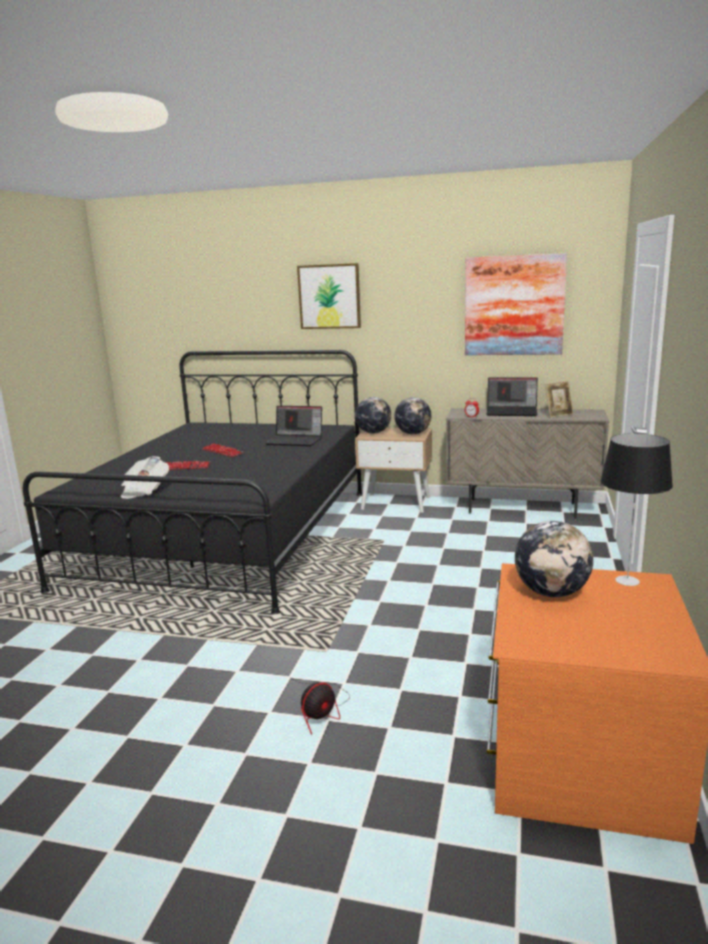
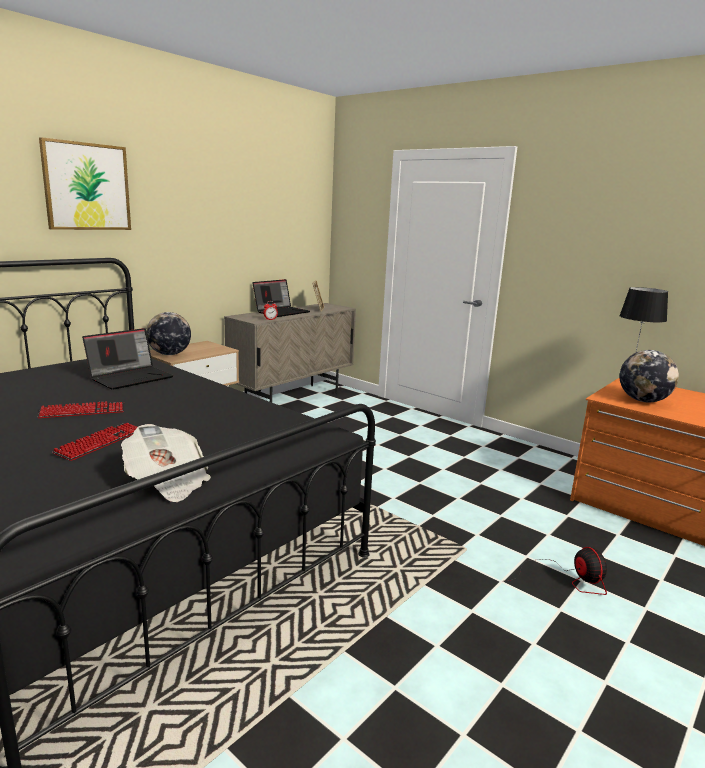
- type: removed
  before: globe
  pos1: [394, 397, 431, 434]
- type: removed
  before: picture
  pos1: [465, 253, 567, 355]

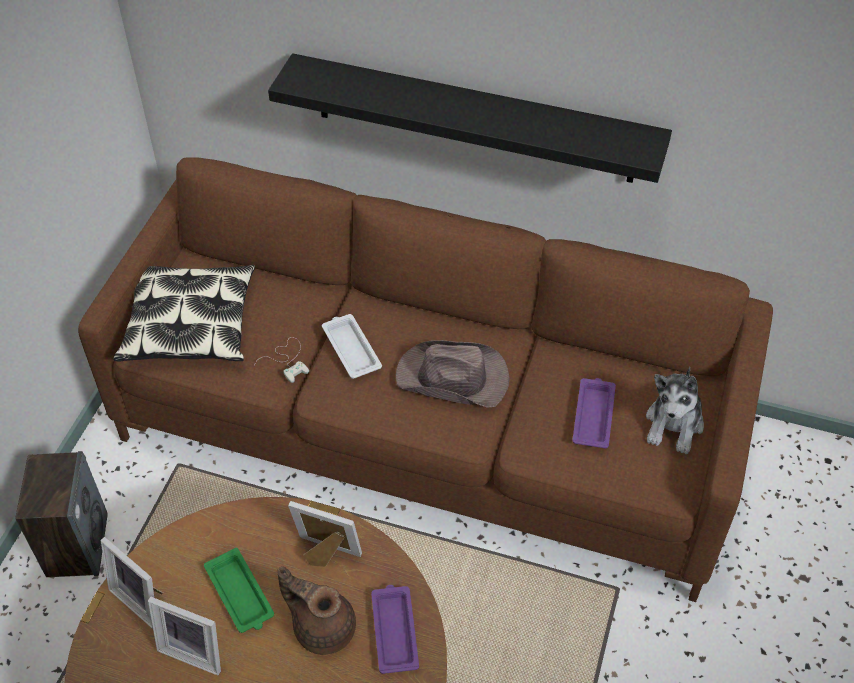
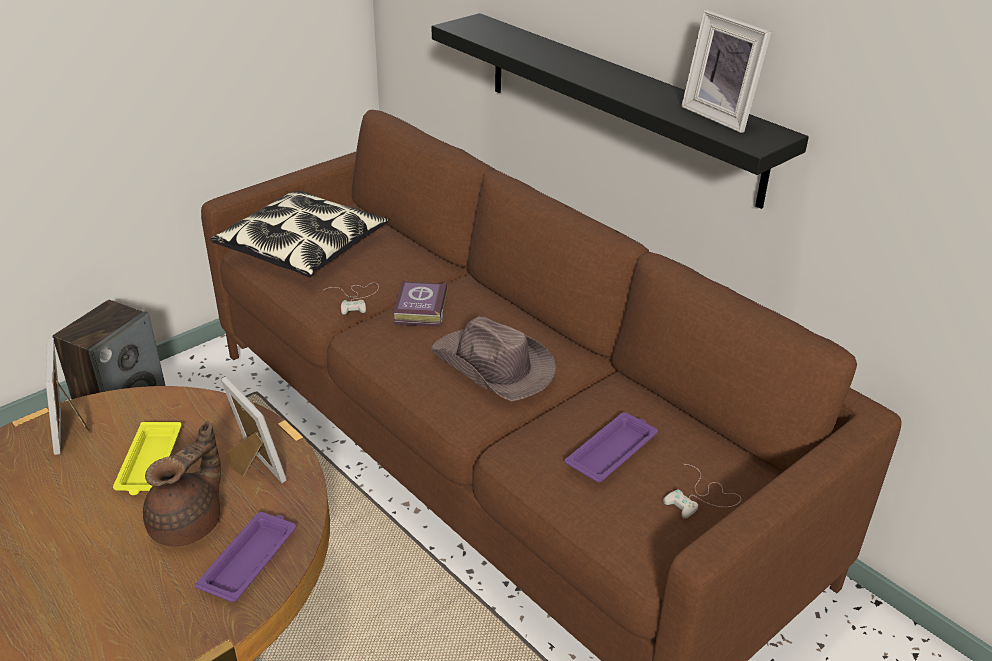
- type: moved
  before: picture frame
  pos1: [148, 597, 221, 675]
  pos2: [681, 10, 771, 133]
- type: recoloured
  before: green tray
  after: yellow tray
  pos1: [204, 548, 274, 633]
  pos2: [113, 422, 182, 495]
- type: turned
  before: brown teapot
  pos1: [277, 566, 356, 655]
  pos2: [143, 421, 221, 546]
  turn: 60
- type: replaced
  before: white tray
  after: book
  pos1: [322, 314, 382, 379]
  pos2: [393, 282, 448, 327]
- type: replaced
  before: plush toy
  after: white game controller
  pos1: [646, 367, 704, 454]
  pos2: [663, 464, 741, 519]

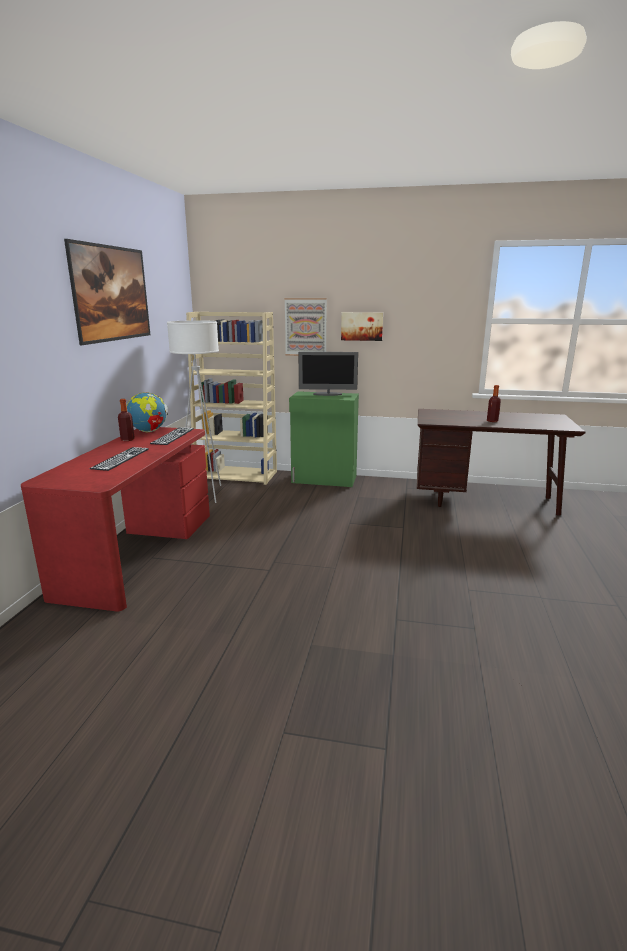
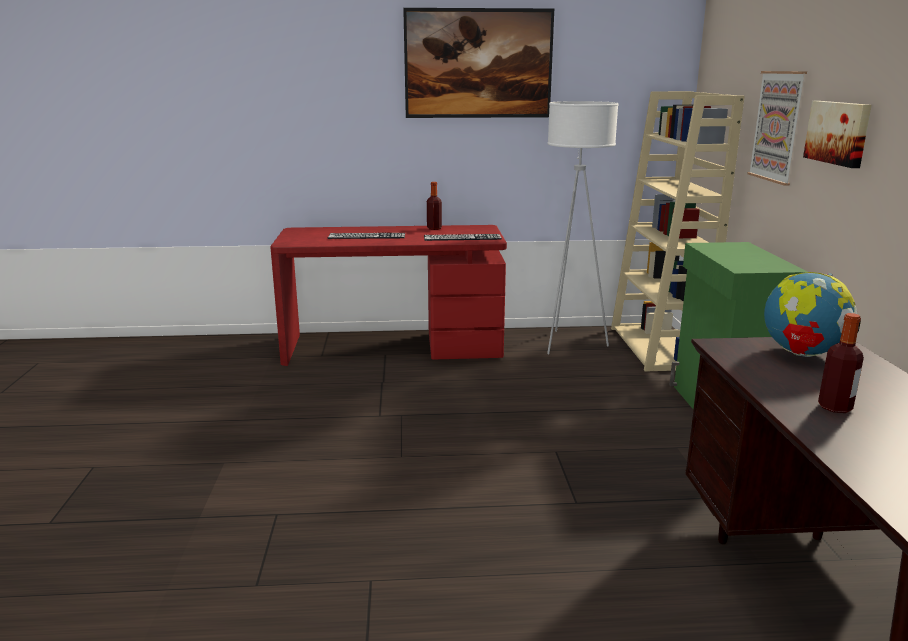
- type: moved
  before: globe
  pos1: [127, 392, 168, 432]
  pos2: [764, 272, 861, 357]
- type: removed
  before: monitor
  pos1: [299, 352, 358, 396]

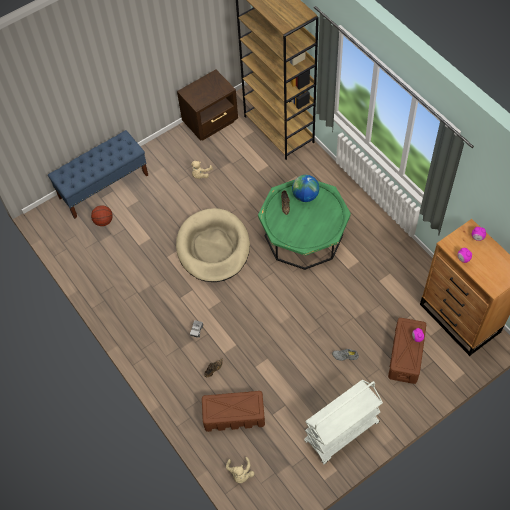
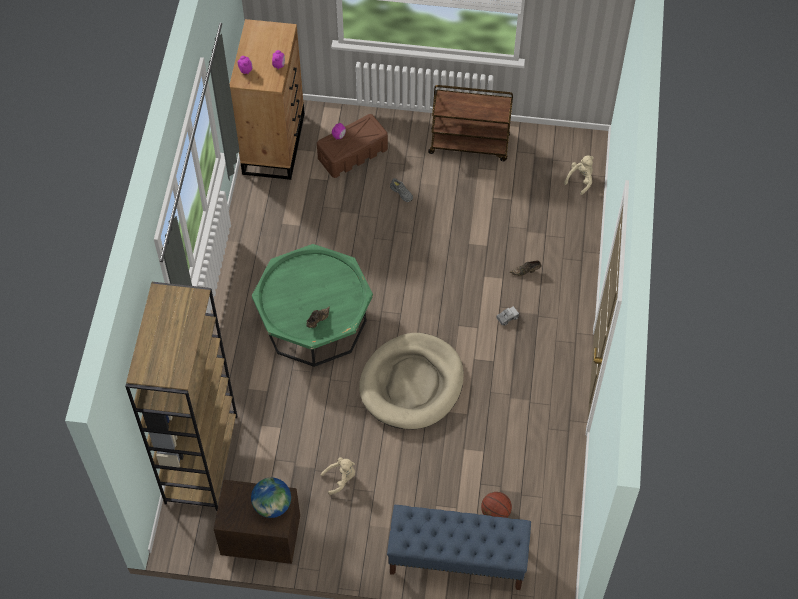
- type: removed
  before: brown storage box
  pos1: [202, 391, 265, 432]
- type: moved
  before: globe
  pos1: [292, 175, 319, 202]
  pos2: [251, 478, 291, 518]
- type: recoloured
  before: white cart
  after: brown cart
  pos1: [304, 380, 383, 465]
  pos2: [428, 85, 513, 161]

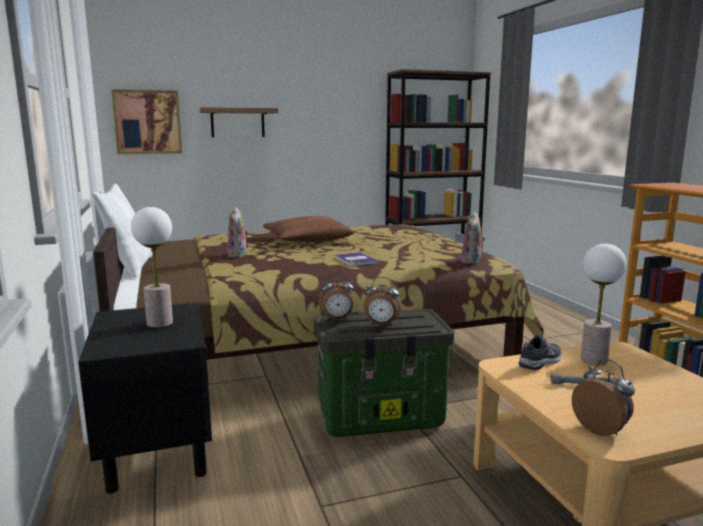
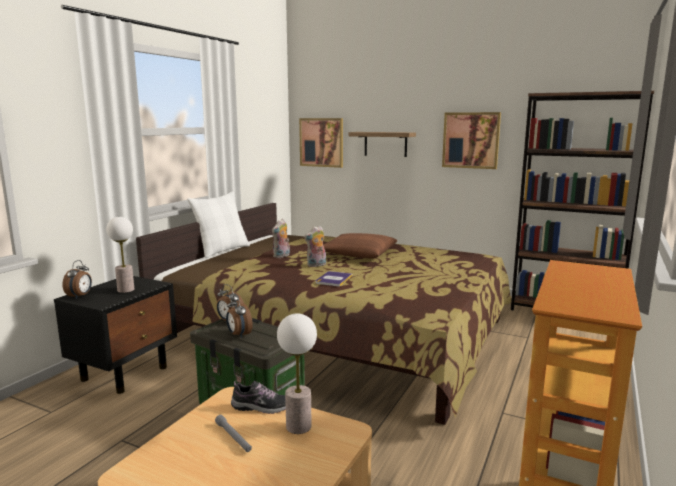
- type: moved
  before: plush toy
  pos1: [461, 211, 485, 264]
  pos2: [304, 226, 326, 267]
- type: moved
  before: alarm clock
  pos1: [572, 358, 635, 436]
  pos2: [62, 260, 92, 299]
- type: added
  after: picture
  pos2: [442, 112, 501, 169]

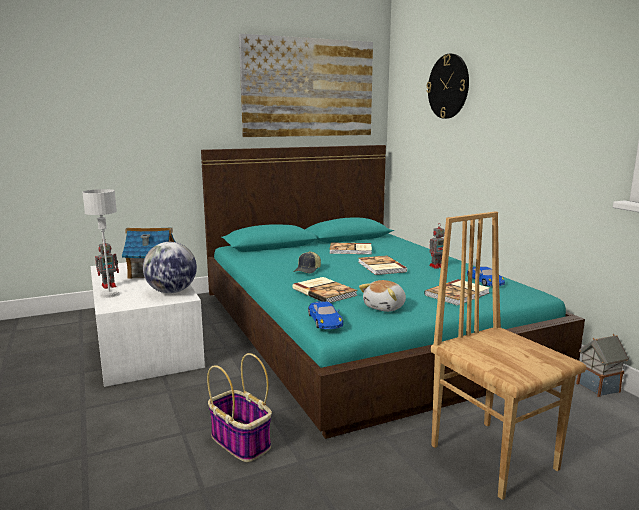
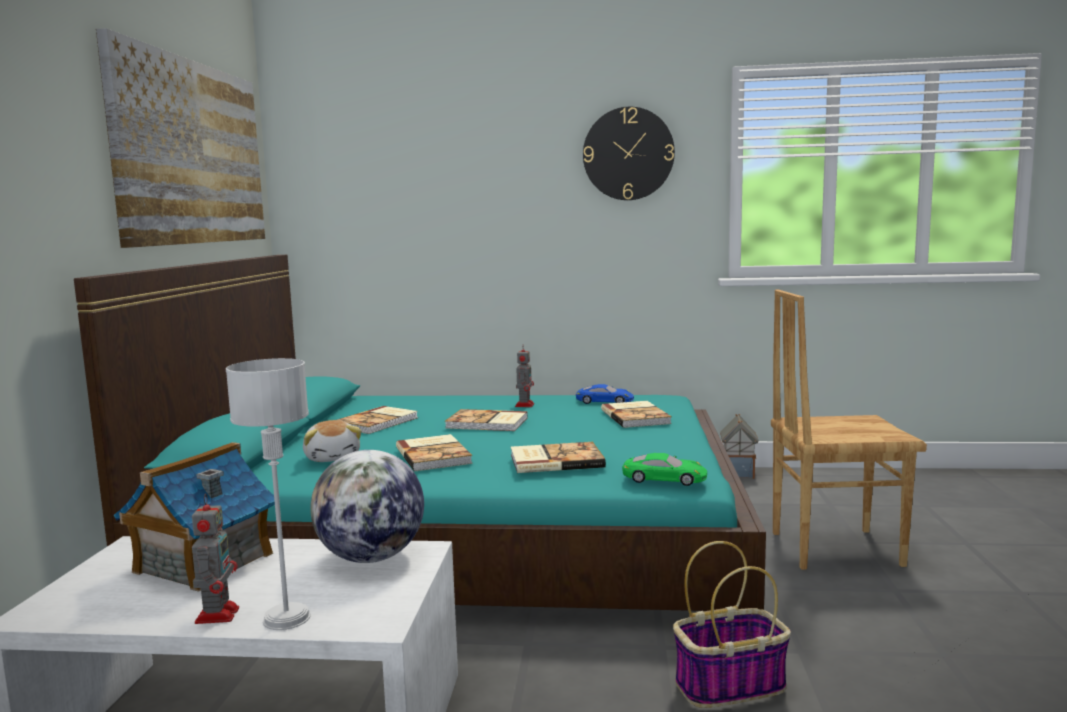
- type: replaced
  before: cap
  after: book
  pos1: [294, 251, 321, 273]
  pos2: [396, 434, 473, 471]
- type: recoloured
  before: blue toy car
  after: green toy car
  pos1: [308, 301, 343, 329]
  pos2: [622, 453, 707, 486]
- type: moved
  before: plush toy
  pos1: [359, 280, 406, 312]
  pos2: [303, 420, 361, 462]
- type: moved
  before: wall clock
  pos1: [426, 54, 469, 119]
  pos2: [583, 107, 675, 200]

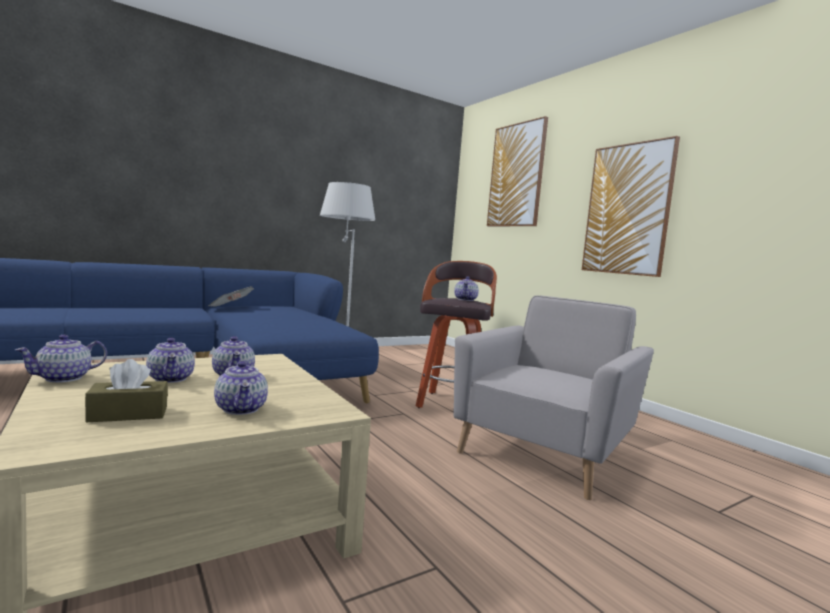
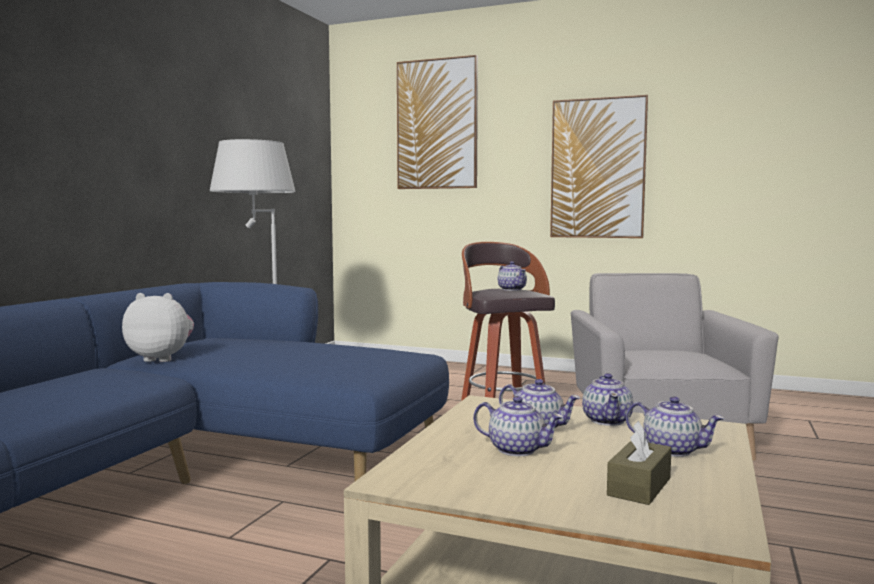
- type: moved
  before: teapot
  pos1: [15, 335, 107, 383]
  pos2: [582, 373, 633, 426]
- type: replaced
  before: newspaper
  after: plush toy
  pos1: [208, 286, 254, 307]
  pos2: [122, 293, 194, 362]

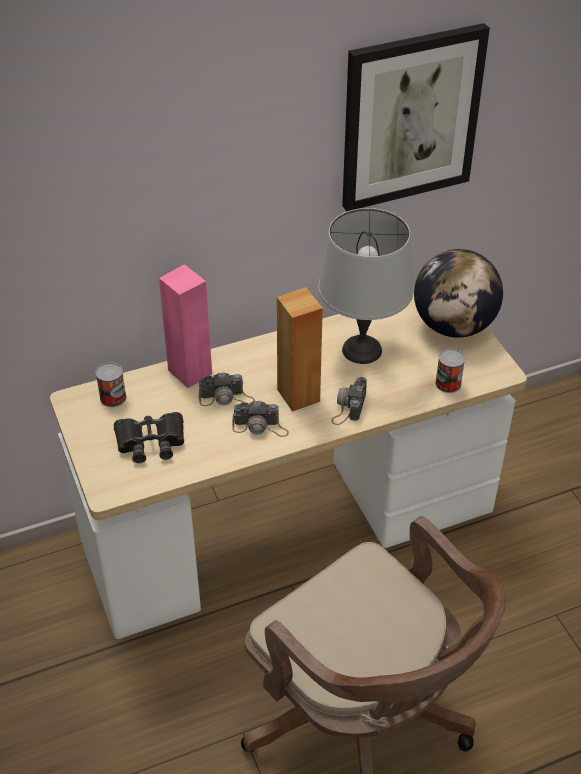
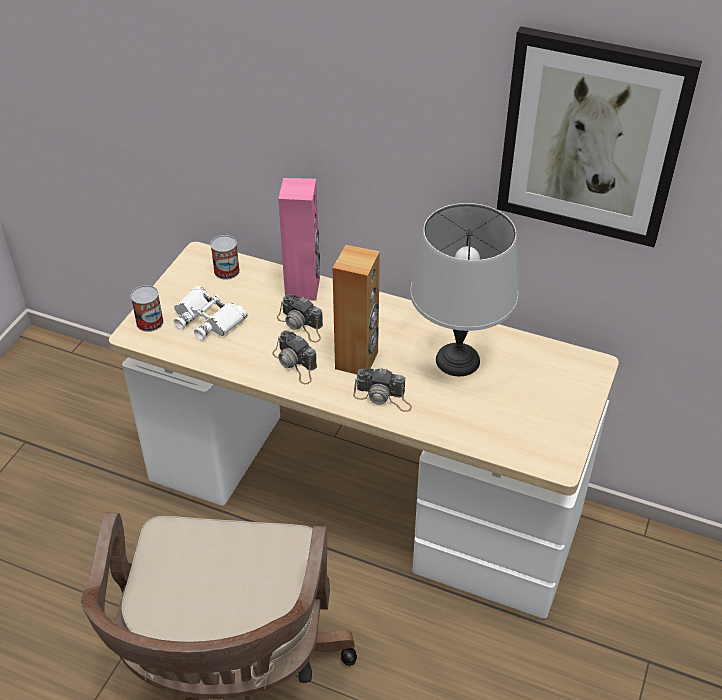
- type: recoloured
  before: black binoculars
  after: white binoculars
  pos1: [114, 412, 184, 463]
  pos2: [174, 286, 247, 340]
- type: turned
  before: photo camera
  pos1: [331, 377, 367, 425]
  pos2: [353, 368, 412, 412]
  turn: -135
- type: removed
  before: globe
  pos1: [414, 249, 503, 338]
- type: moved
  before: can
  pos1: [435, 349, 465, 393]
  pos2: [130, 285, 164, 332]

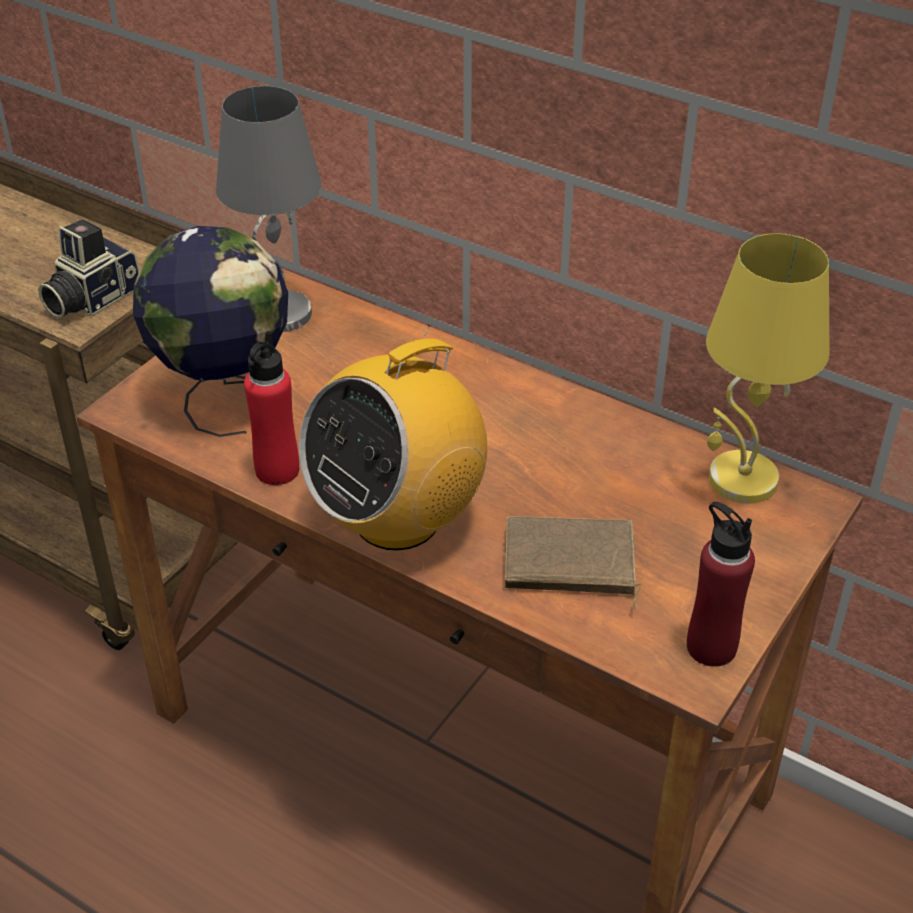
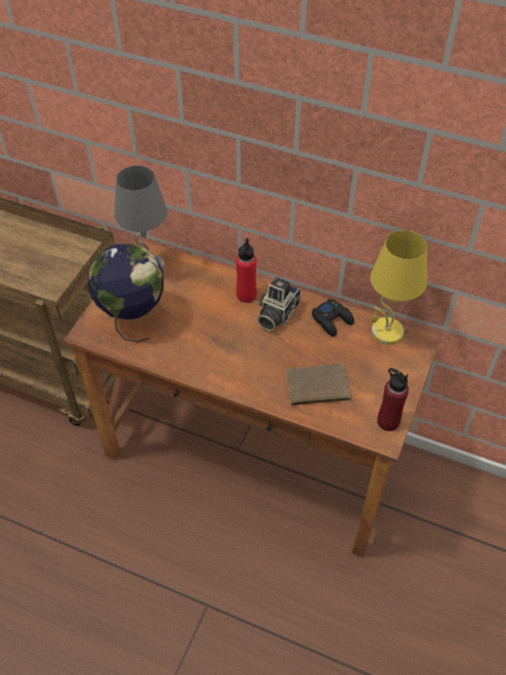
- type: moved
  before: photo camera
  pos1: [38, 219, 139, 318]
  pos2: [257, 277, 301, 331]
- type: moved
  before: red bottle
  pos1: [244, 331, 299, 485]
  pos2: [236, 238, 257, 303]
- type: removed
  before: radio
  pos1: [299, 324, 487, 550]
- type: added
  after: black game controller
  pos2: [312, 299, 354, 336]

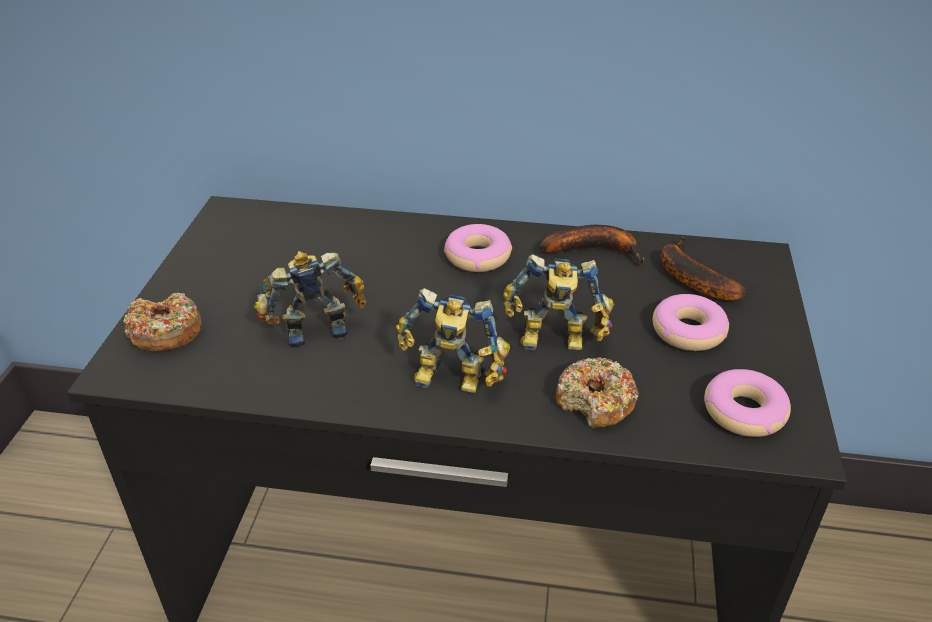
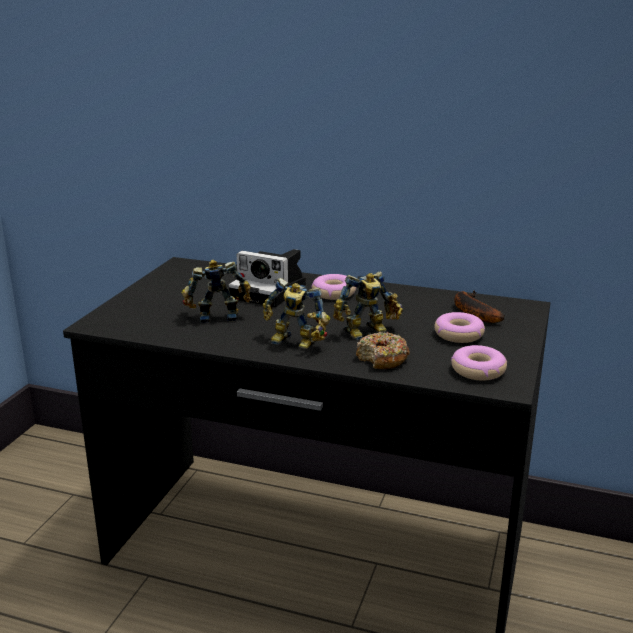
- type: removed
  before: donut
  pos1: [123, 293, 201, 352]
- type: turned
  before: toy robot
  pos1: [503, 254, 614, 350]
  pos2: [333, 271, 403, 340]
  turn: -45
- type: removed
  before: banana
  pos1: [540, 225, 644, 265]
- type: added
  after: photo camera
  pos2: [229, 249, 306, 307]

